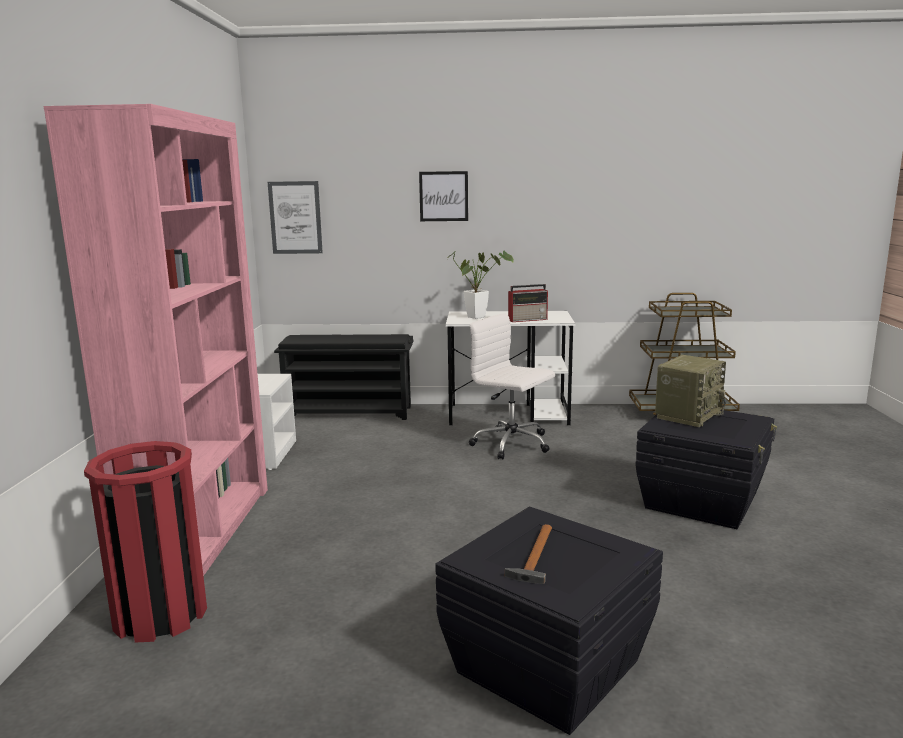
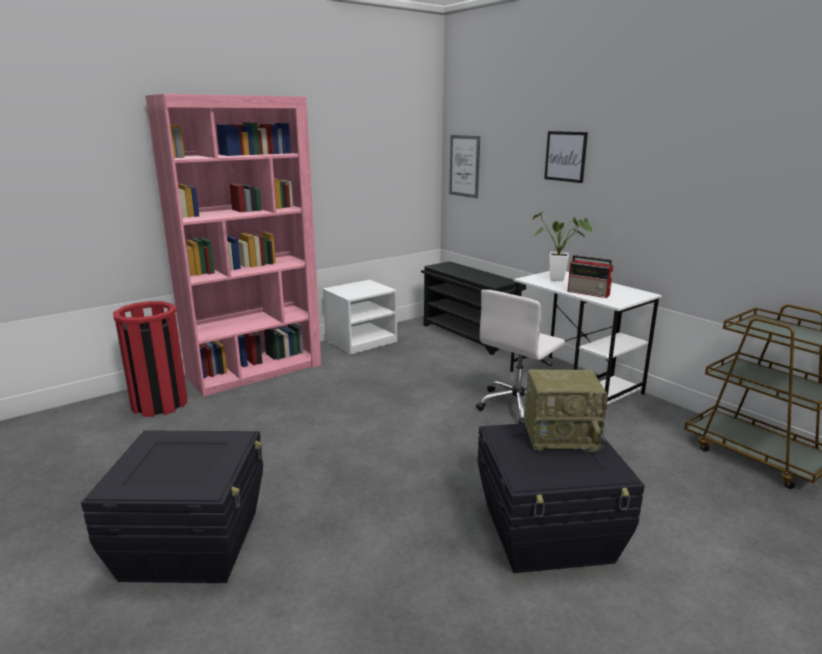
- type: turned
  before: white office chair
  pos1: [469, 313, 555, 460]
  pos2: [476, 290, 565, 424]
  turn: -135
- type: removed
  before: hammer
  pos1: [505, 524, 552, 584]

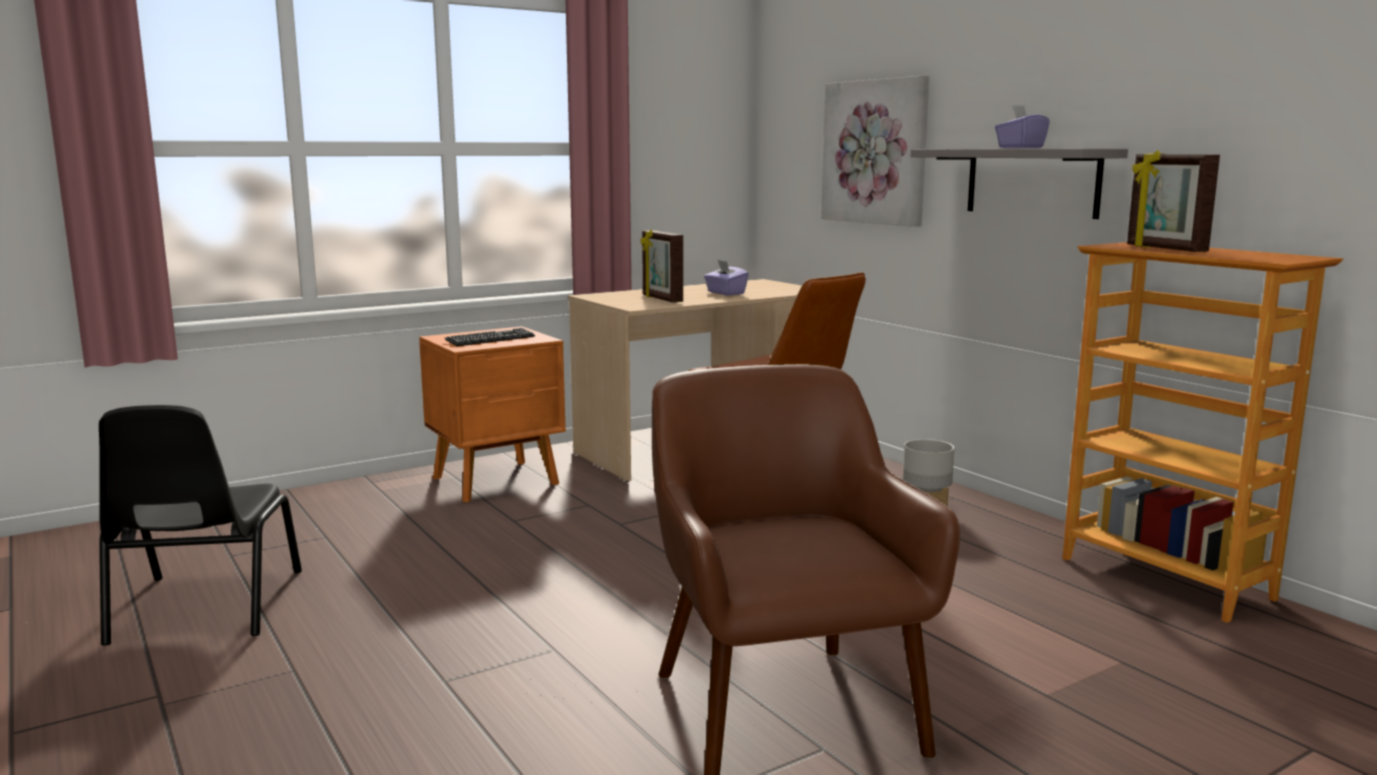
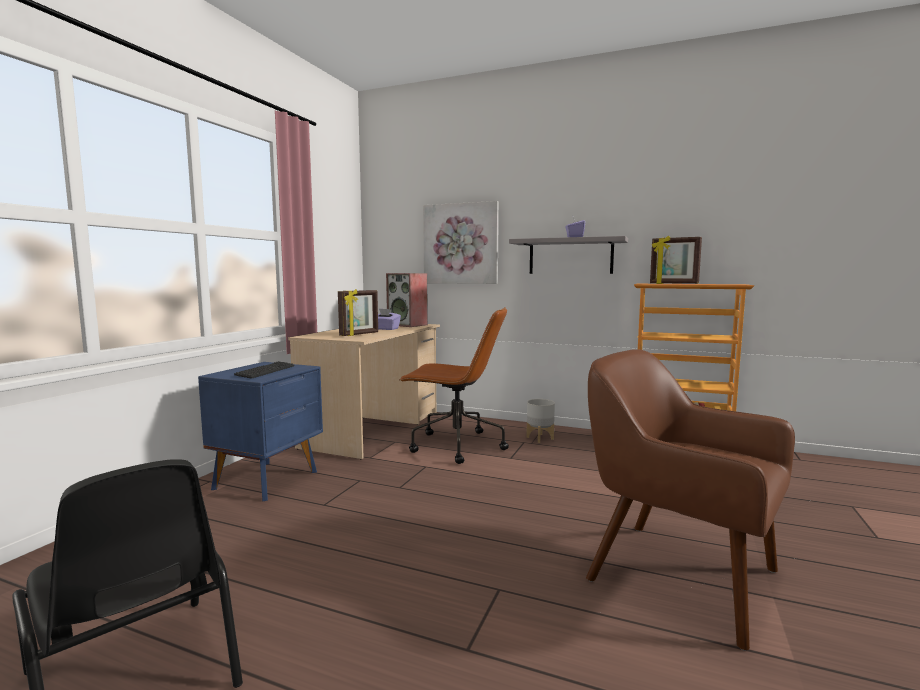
- type: recoloured
  before: orange nightstand
  after: blue nightstand
  pos1: [419, 326, 566, 502]
  pos2: [198, 362, 323, 501]
- type: turned
  before: picture frame
  pos1: [640, 230, 683, 303]
  pos2: [338, 289, 378, 336]
  turn: -75
- type: added
  after: speaker
  pos2: [386, 273, 428, 327]

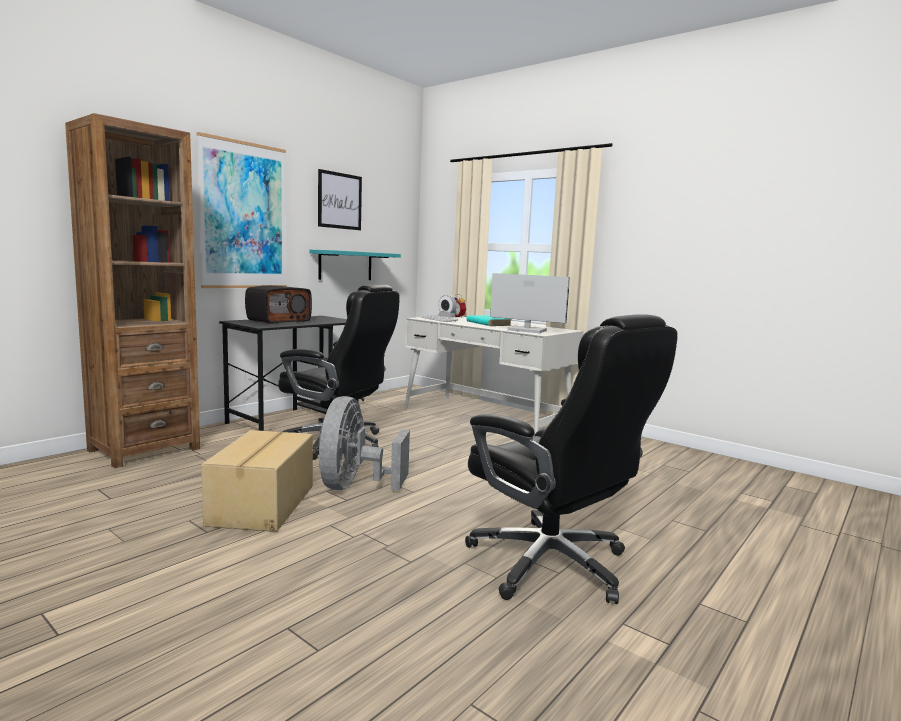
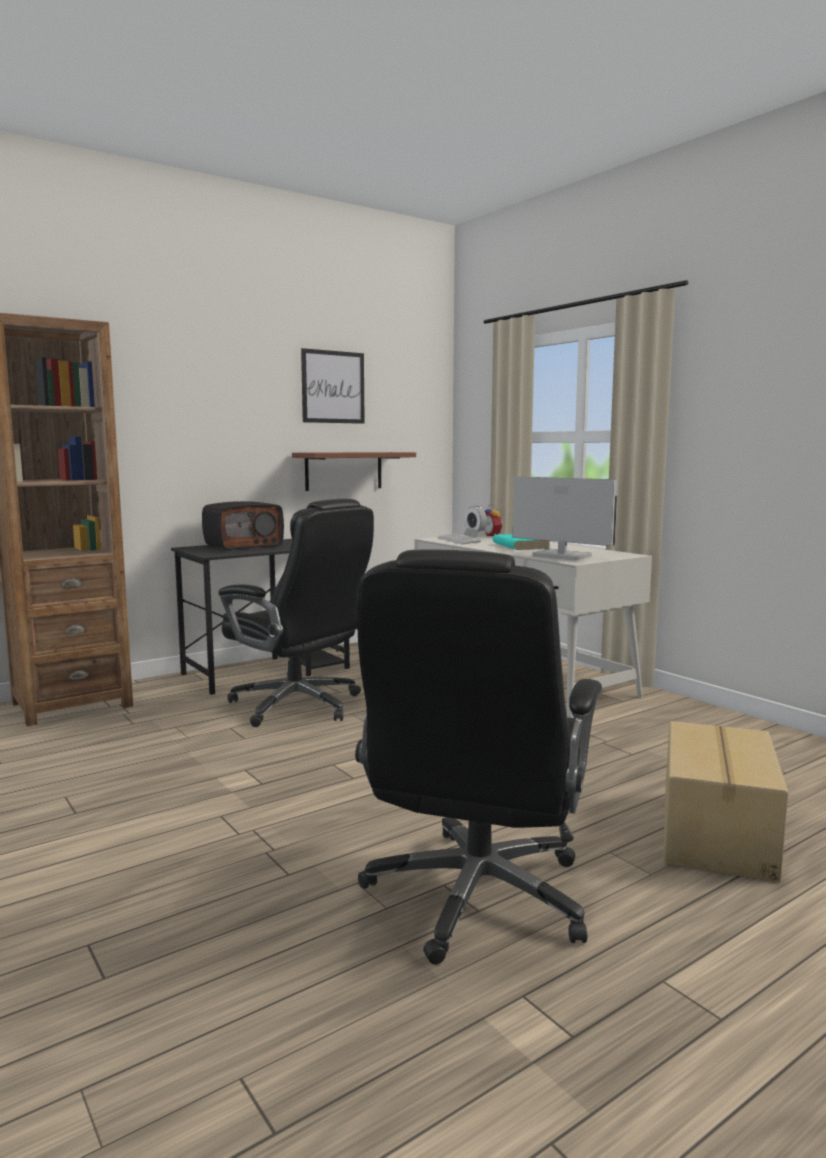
- type: removed
  before: picture
  pos1: [197, 132, 287, 288]
- type: moved
  before: cardboard box
  pos1: [201, 430, 313, 532]
  pos2: [663, 721, 789, 882]
- type: recoloured
  before: turquoise shelf
  after: brown shelf
  pos1: [310, 250, 401, 280]
  pos2: [292, 452, 416, 491]
- type: removed
  before: grey fan
  pos1: [319, 396, 410, 490]
- type: turned
  before: black office chair
  pos1: [465, 314, 678, 604]
  pos2: [355, 549, 602, 965]
  turn: 45

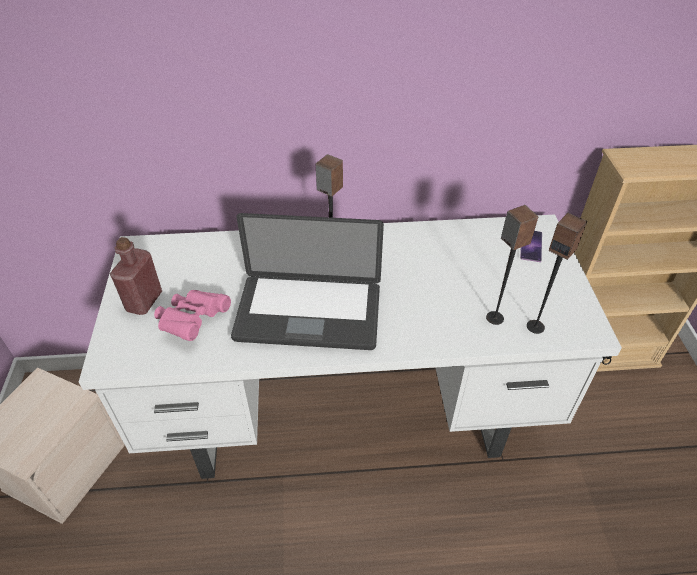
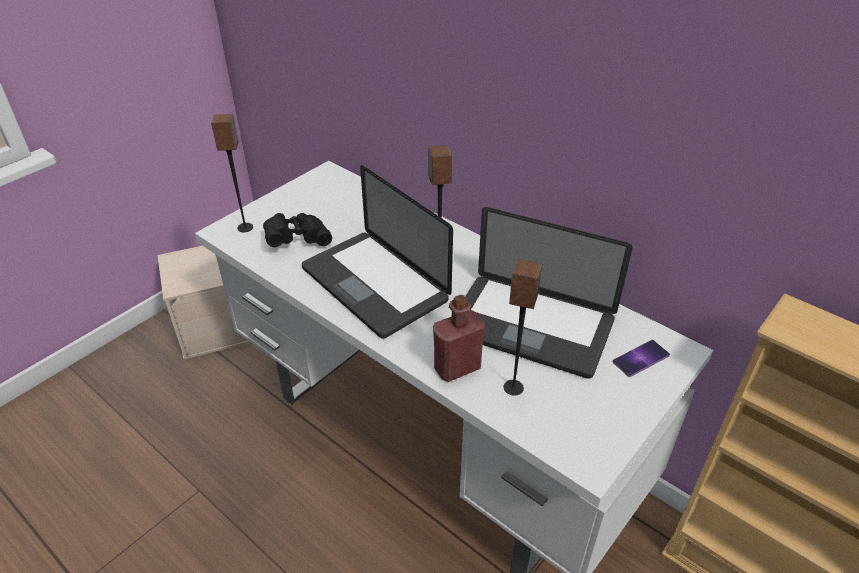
- type: moved
  before: red bottle
  pos1: [110, 237, 162, 315]
  pos2: [433, 295, 485, 382]
- type: recoloured
  before: pink binoculars
  after: black binoculars
  pos1: [154, 290, 231, 341]
  pos2: [263, 213, 332, 247]
- type: moved
  before: speaker
  pos1: [527, 213, 587, 334]
  pos2: [211, 114, 253, 232]
- type: added
  after: laptop
  pos2: [465, 207, 633, 378]

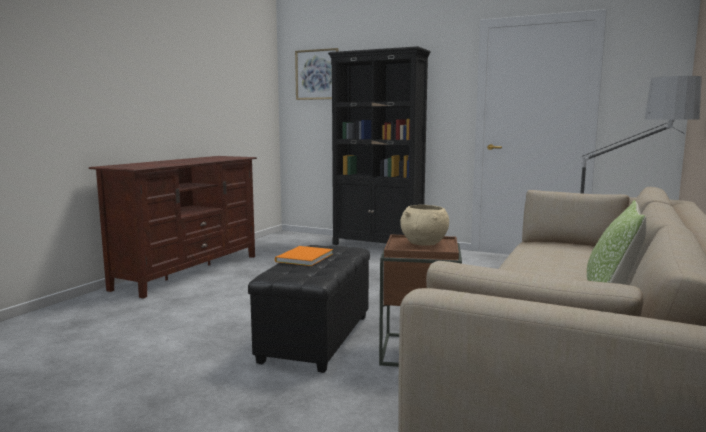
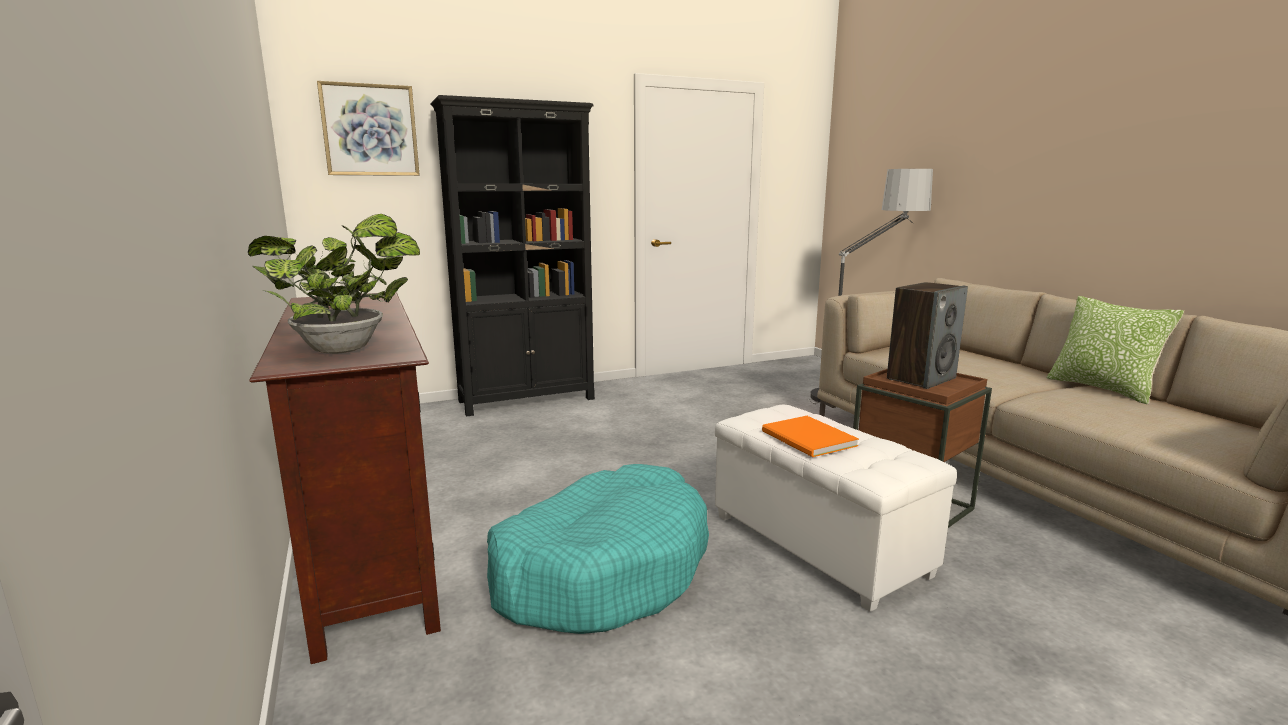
- type: recoloured
  before: black ottoman
  after: white ottoman
  pos1: [248, 245, 370, 373]
  pos2: [715, 405, 957, 612]
- type: replaced
  before: beige bowl
  after: speaker
  pos1: [400, 205, 449, 246]
  pos2: [887, 282, 968, 389]
- type: added
  after: potted plant
  pos2: [248, 214, 420, 354]
- type: added
  after: turquoise dog bed
  pos2: [487, 464, 709, 634]

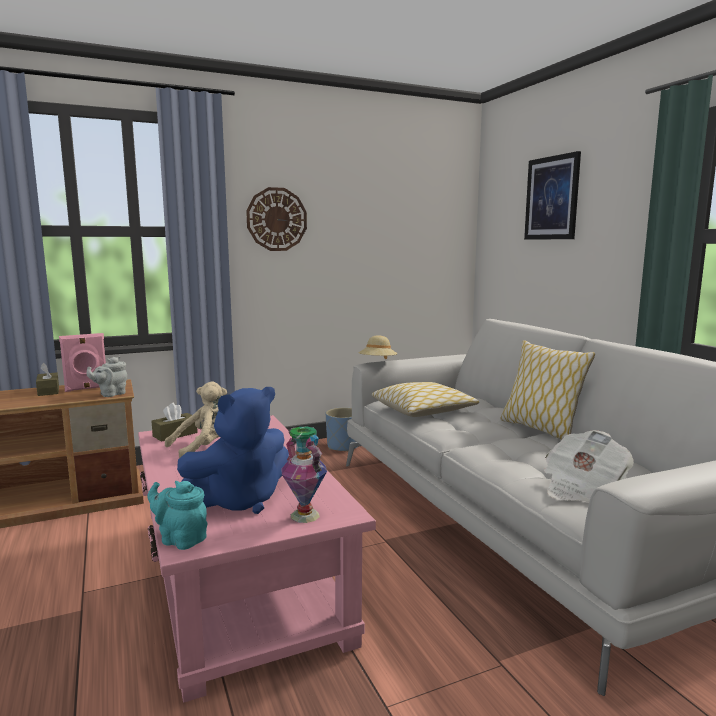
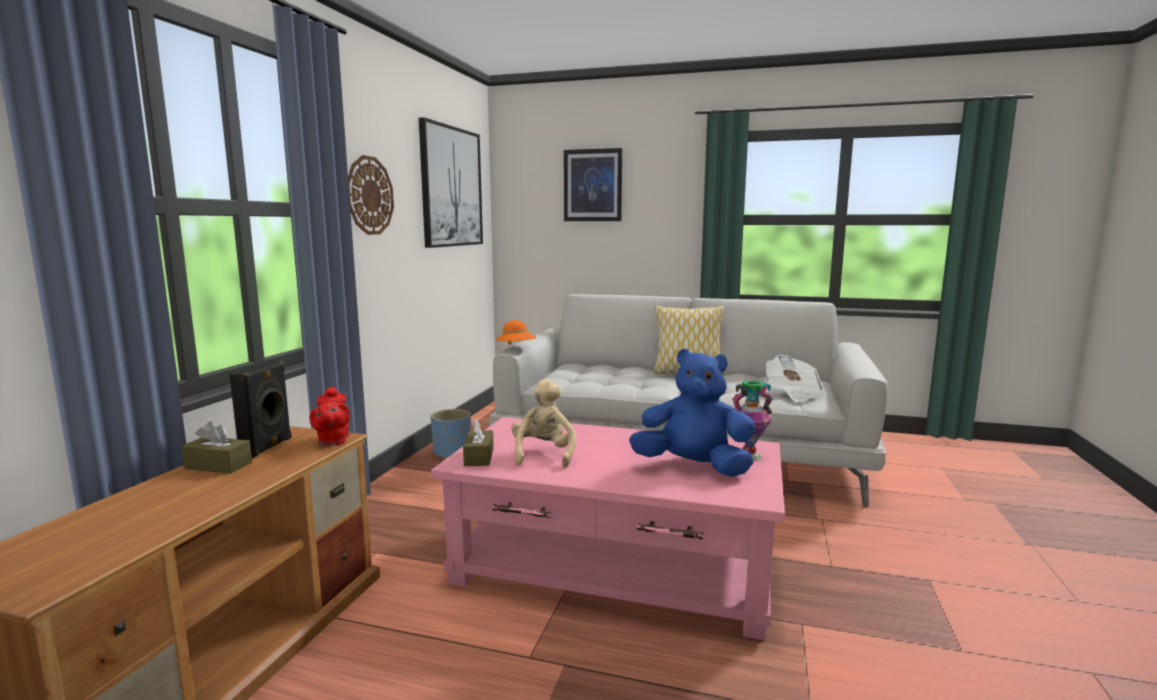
- type: recoloured
  before: pink speaker
  after: black speaker
  pos1: [59, 333, 106, 392]
  pos2: [229, 360, 292, 458]
- type: recoloured
  before: grey teapot
  after: red teapot
  pos1: [87, 356, 127, 397]
  pos2: [309, 386, 350, 445]
- type: removed
  before: turquoise teapot
  pos1: [147, 481, 208, 550]
- type: turned
  before: blue plush toy
  pos1: [177, 387, 289, 514]
  pos2: [629, 349, 755, 477]
  turn: -75
- type: recoloured
  before: beige hat
  after: orange hat
  pos1: [358, 335, 398, 359]
  pos2: [496, 320, 537, 345]
- type: removed
  before: pillow
  pos1: [372, 382, 479, 417]
- type: added
  after: picture
  pos2: [419, 117, 483, 248]

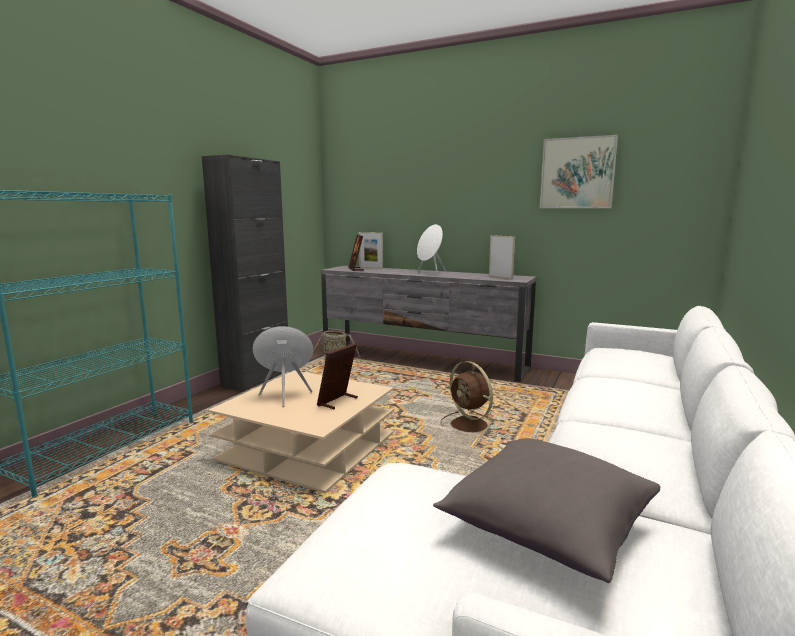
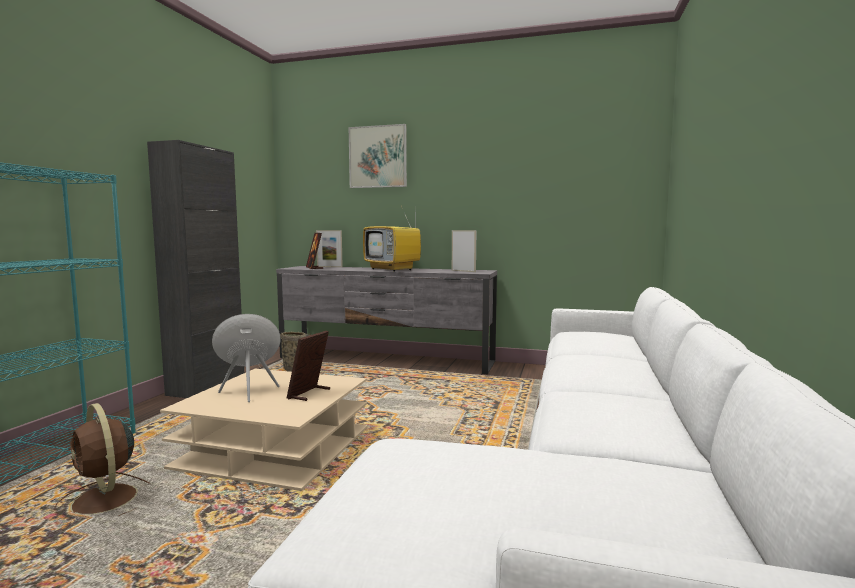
- type: replaced
  before: white speaker
  after: television
  pos1: [417, 224, 447, 275]
  pos2: [363, 196, 421, 271]
- type: removed
  before: grey pillow
  pos1: [433, 438, 660, 583]
- type: moved
  before: brown fan
  pos1: [441, 361, 499, 435]
  pos2: [55, 403, 151, 516]
- type: moved
  before: picture
  pos1: [540, 135, 618, 208]
  pos2: [349, 124, 407, 188]

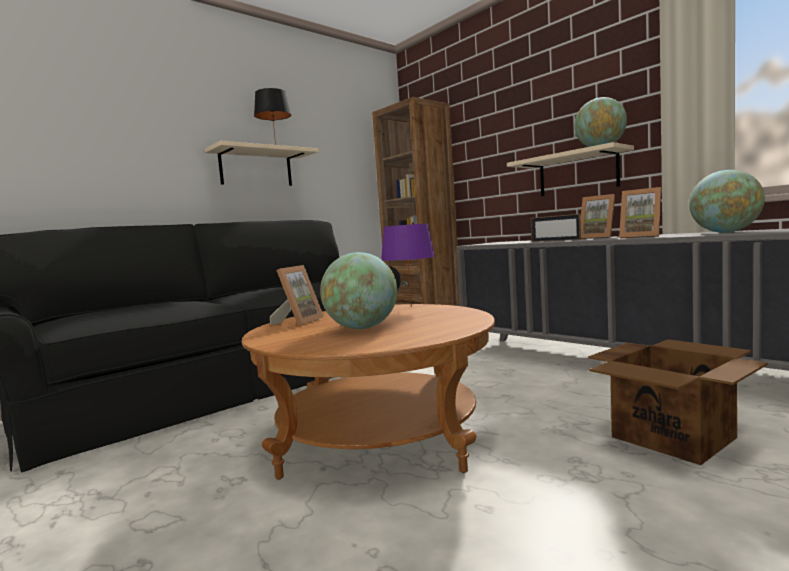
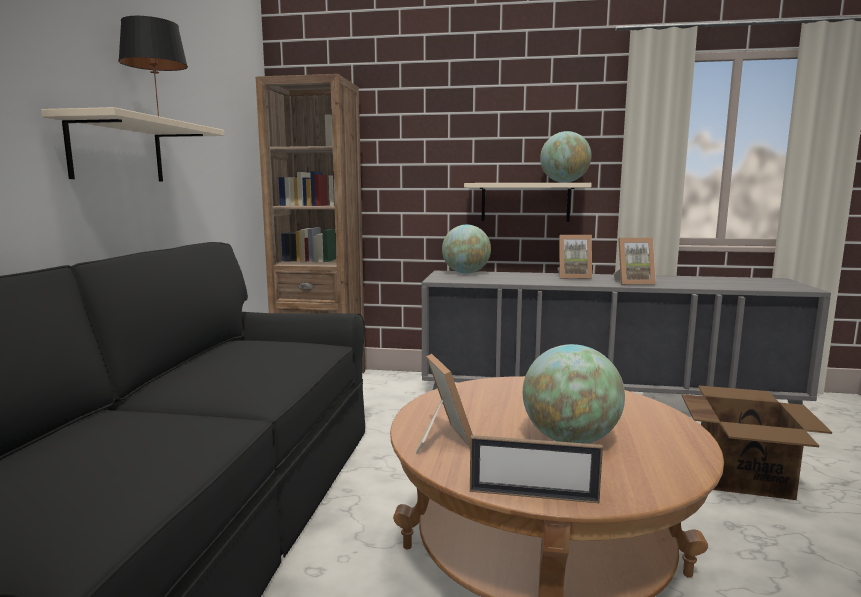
- type: removed
  before: purple table lamp
  pos1: [381, 224, 435, 307]
- type: moved
  before: picture frame
  pos1: [531, 214, 581, 242]
  pos2: [470, 435, 603, 503]
- type: moved
  before: globe
  pos1: [689, 170, 765, 233]
  pos2: [442, 225, 491, 274]

